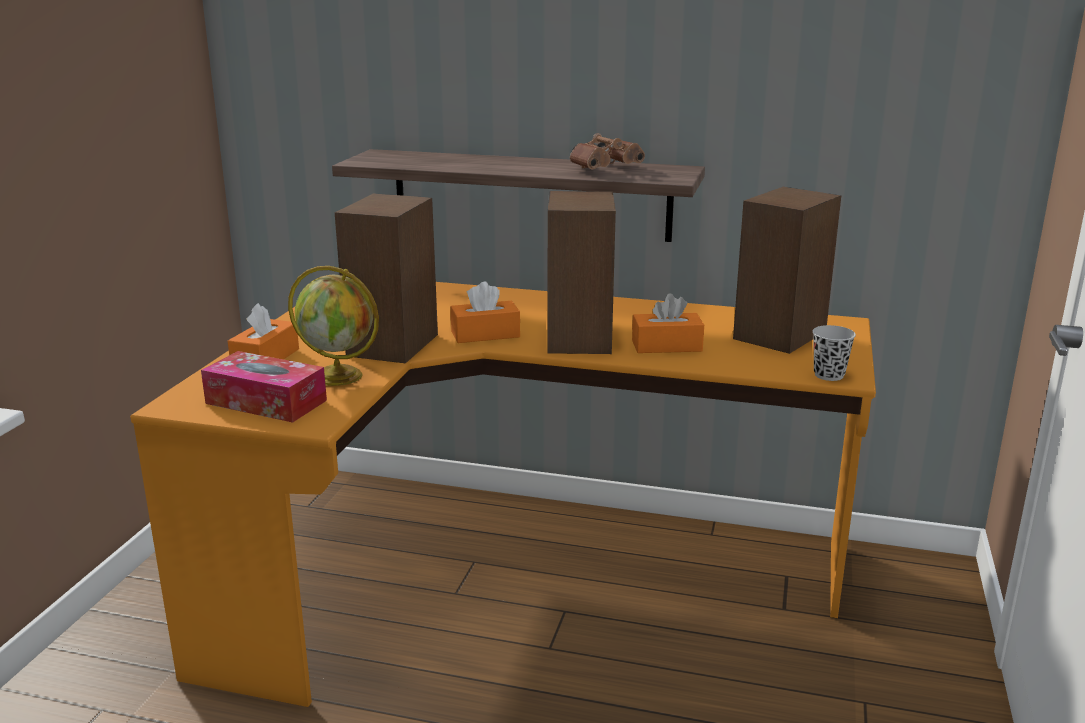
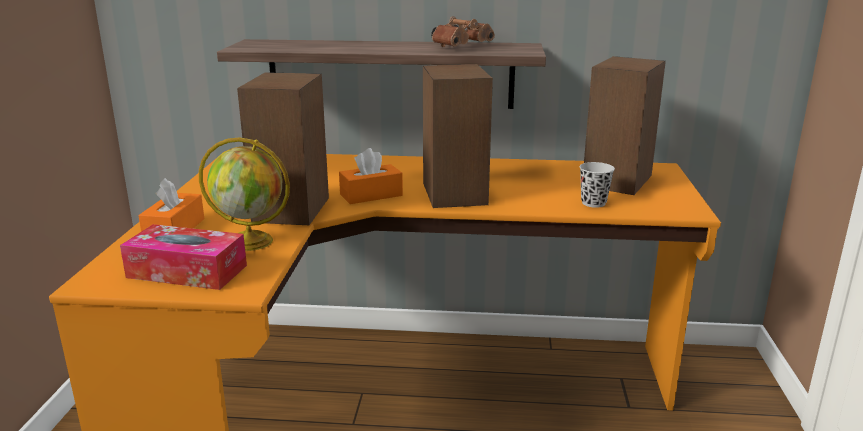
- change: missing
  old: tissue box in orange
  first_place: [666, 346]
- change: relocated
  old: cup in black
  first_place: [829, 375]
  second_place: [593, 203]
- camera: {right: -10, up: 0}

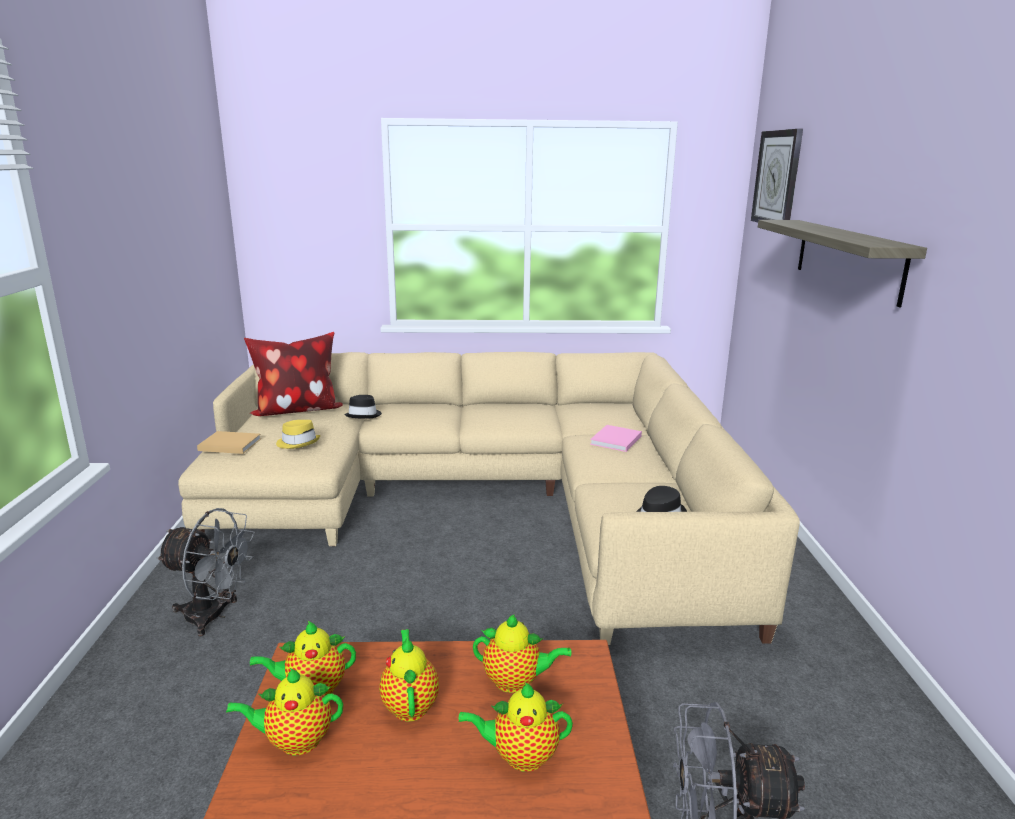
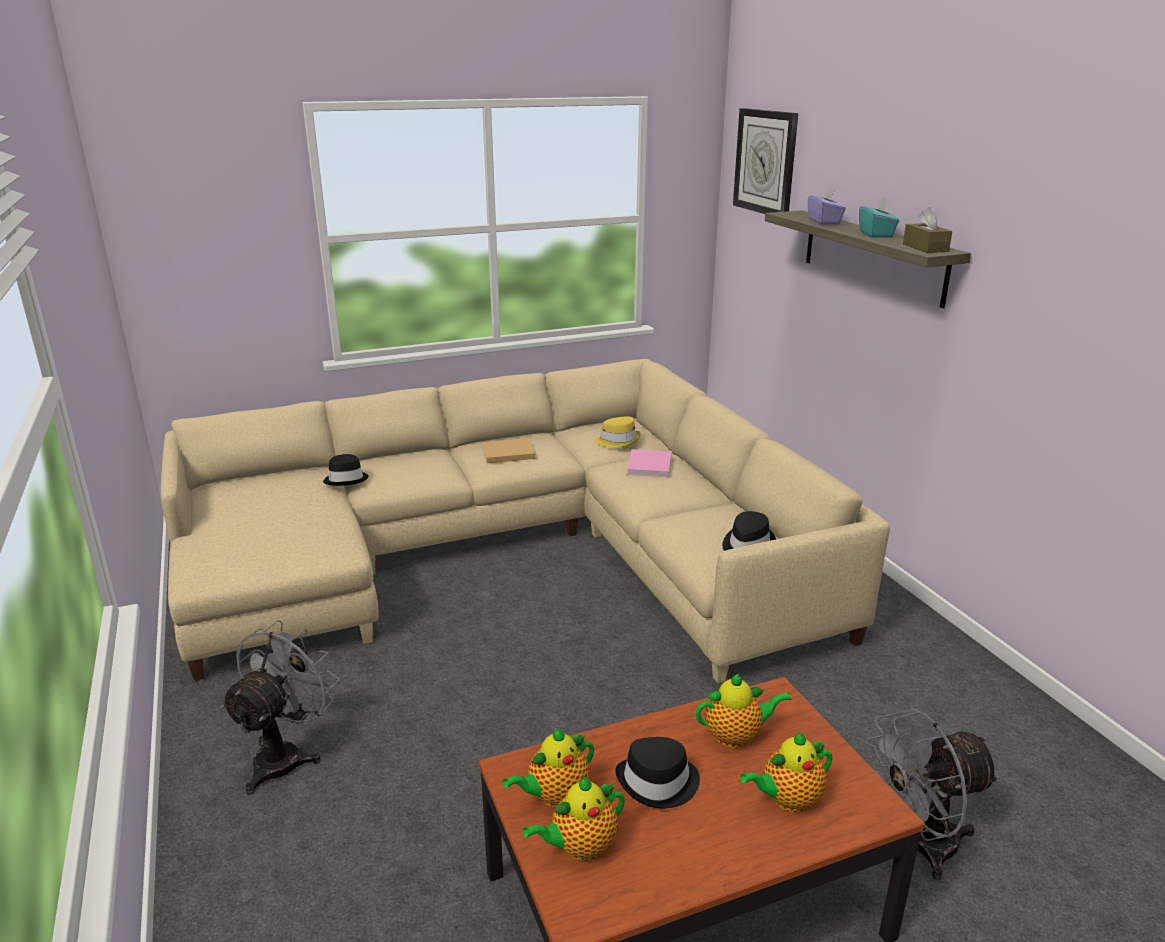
- change: spun
  old: fan in grey
  first_place: [214, 616]
  second_place: [286, 756]
  degrees: -60
- change: relocated
  old: book in beige
  first_place: [228, 444]
  second_place: [506, 453]
- change: missing
  old: pillow
  first_place: [296, 411]
- change: relocated
  old: hat in yellow
  first_place: [298, 442]
  second_place: [618, 440]
- change: exchanged
  old: teapot
  new: hat in black
  first_place: [410, 704]
  second_place: [658, 783]
- change: appeared
  new: tissue box in purple
  second_place: [824, 222]
- change: appeared
  new: tissue box in turquoise
  second_place: [876, 234]
- change: appeared
  new: tissue box in brown
  second_place: [925, 248]
- camera: {right: -20, up: 5}

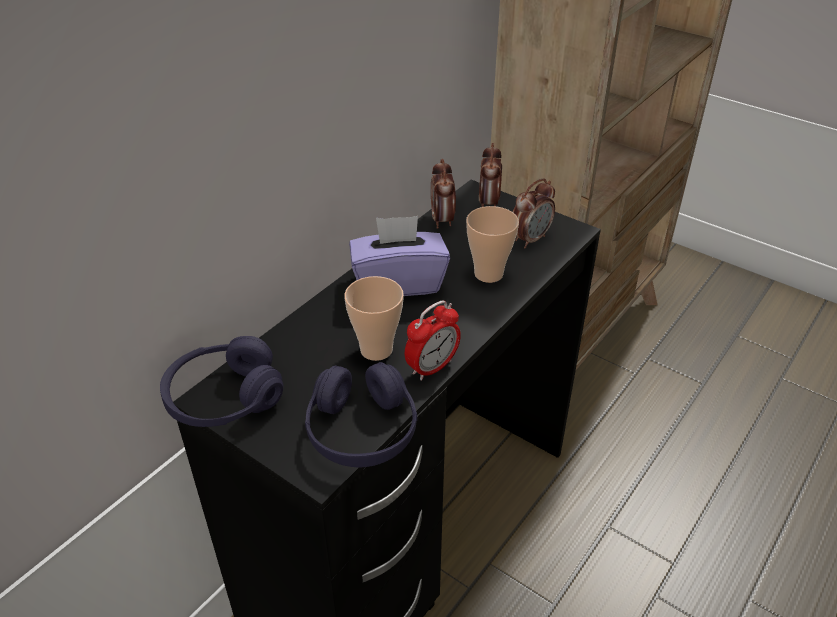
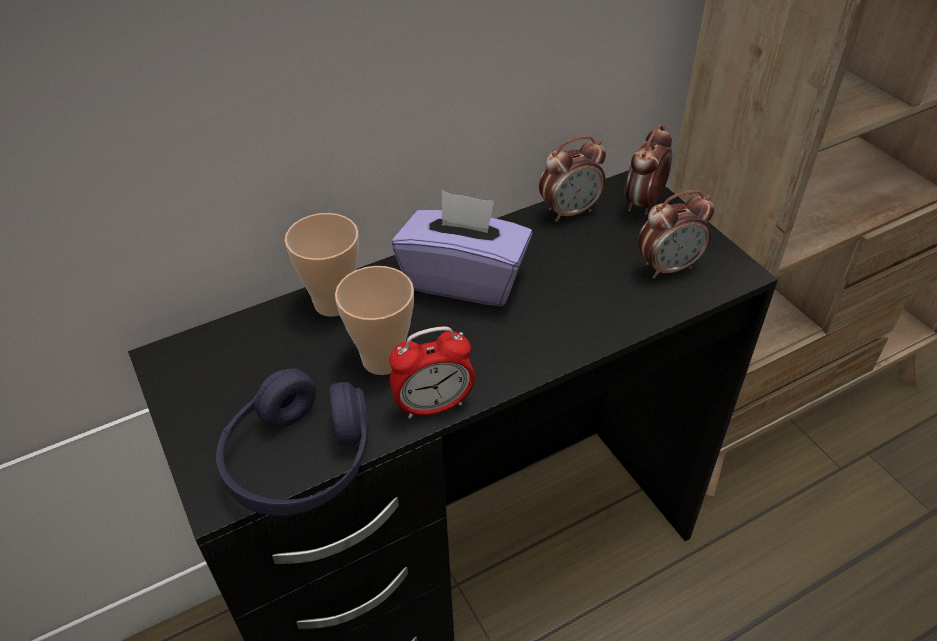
- change: missing
  old: headphones in purple
  first_place: [224, 398]
- change: spun
  old: alarm clock
  first_place: [442, 220]
  second_place: [570, 211]
  degrees: -135
- change: relocated
  old: cup
  first_place: [488, 274]
  second_place: [333, 303]
- camera: {right: 25, up: 5}

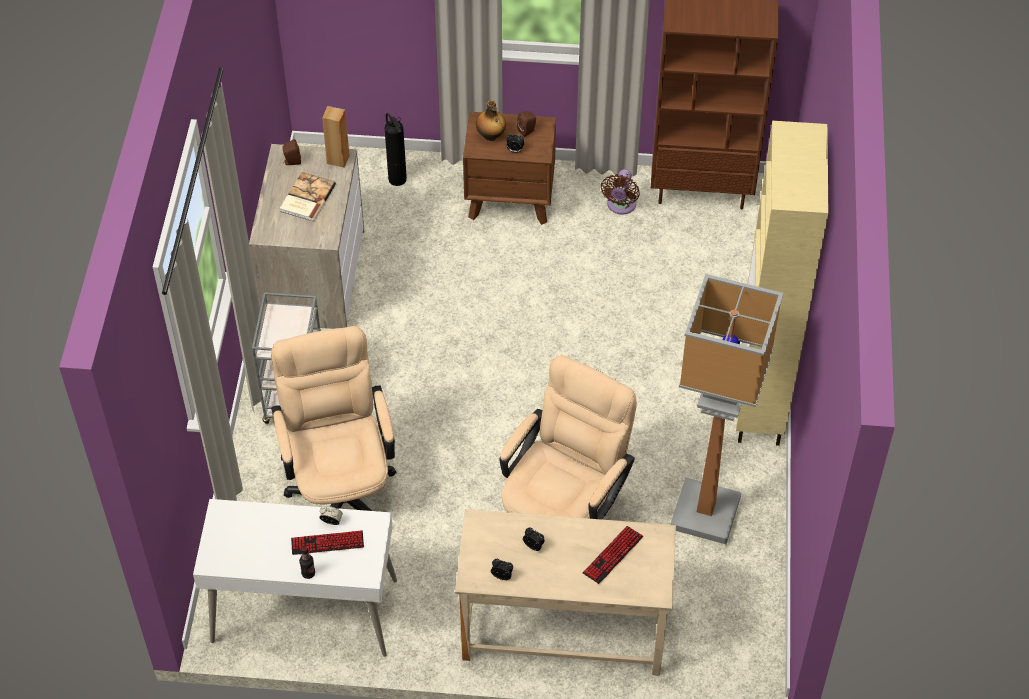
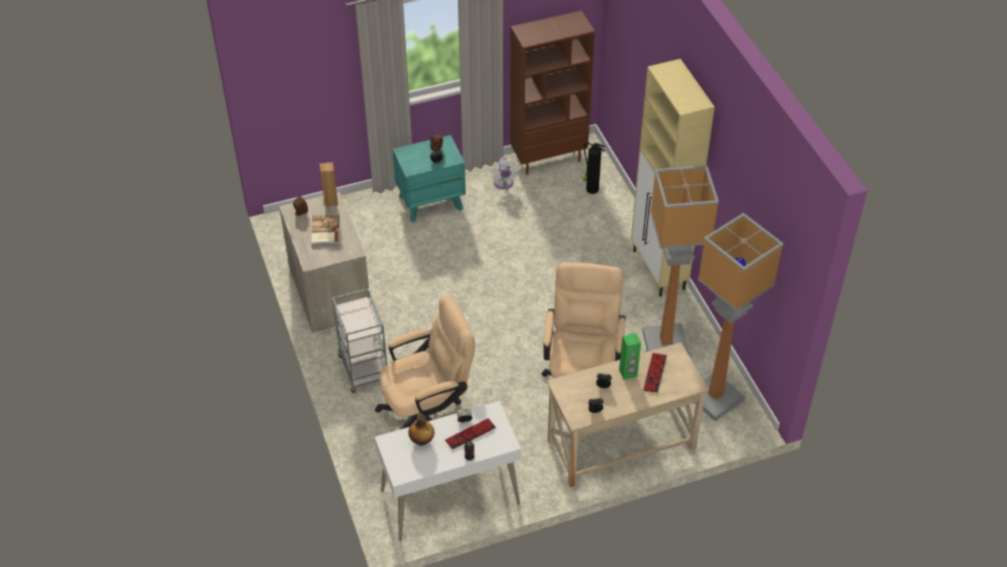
- change: spun
  old: office chair in beige
  first_place: [341, 488]
  second_place: [428, 413]
  degrees: 105
- change: relocated
  old: fire extinguisher
  first_place: [397, 178]
  second_place: [591, 189]
- change: colour
  old: nightstand in brown
  new: nightstand in turquoise
  first_place: [510, 199]
  second_place: [431, 202]
- change: relocated
  old: bottle
  first_place: [490, 136]
  second_place: [422, 441]
- change: colour
  old: fan in brown
  new: fan in white
  first_place: [620, 206]
  second_place: [503, 183]
- change: appeared
  new: speaker in green
  second_place: [628, 373]
- change: appeared
  new: floor lamp
  second_place: [715, 399]
- camera: {right: -25, up: -5}

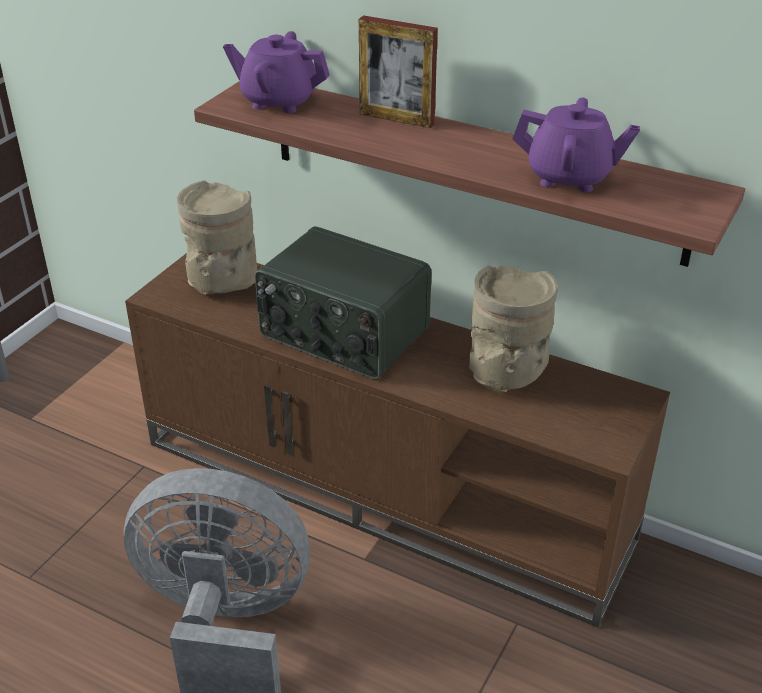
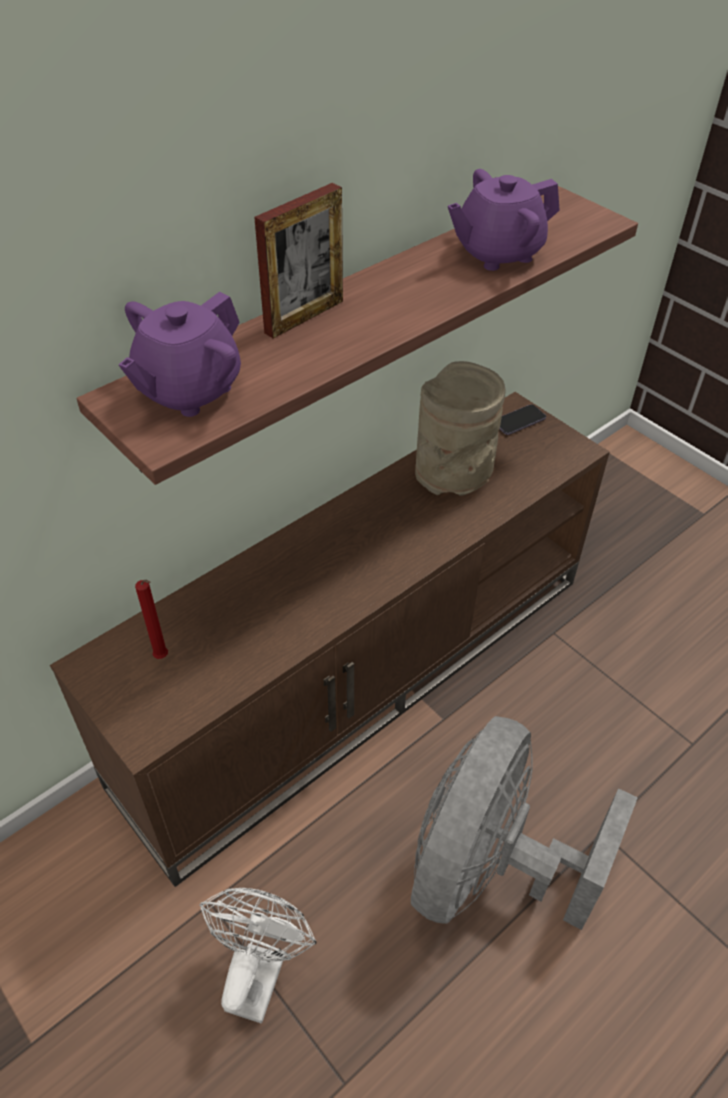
- change: exchanged
  old: vase in beige
  new: candle in red
  first_place: [222, 284]
  second_place: [163, 658]
- change: missing
  old: radio
  first_place: [343, 334]
- change: spun
  old: teapot in purple
  first_place: [569, 177]
  second_place: [497, 253]
  degrees: -150
- change: appeared
  new: fan in white
  second_place: [258, 970]
- change: appeared
  new: phone
  second_place: [519, 421]
- camera: {right: -70, up: 10}

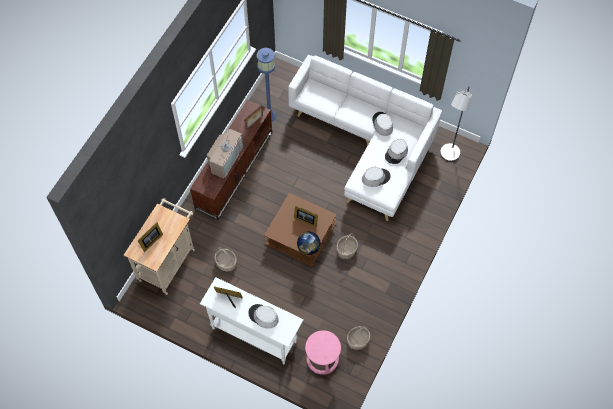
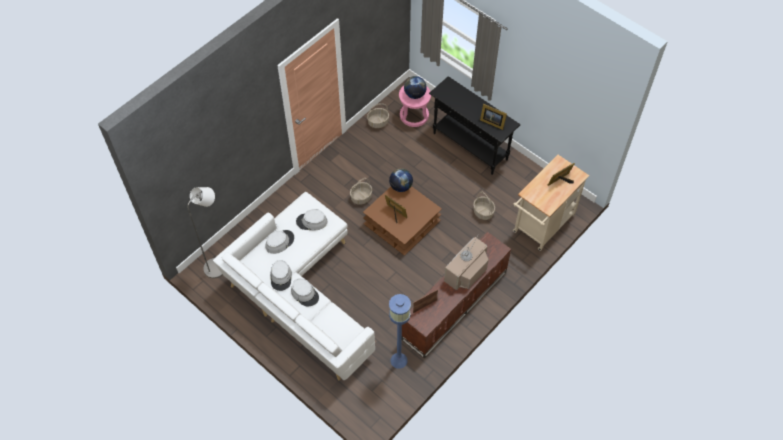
- change: colour
  old: console table in white
  new: console table in black
  first_place: [254, 334]
  second_place: [470, 146]
- change: relocated
  old: hat in grey
  first_place: [263, 316]
  second_place: [305, 294]
- change: appeared
  new: globe
  second_place: [415, 94]
- camera: {right: -165, up: -5}

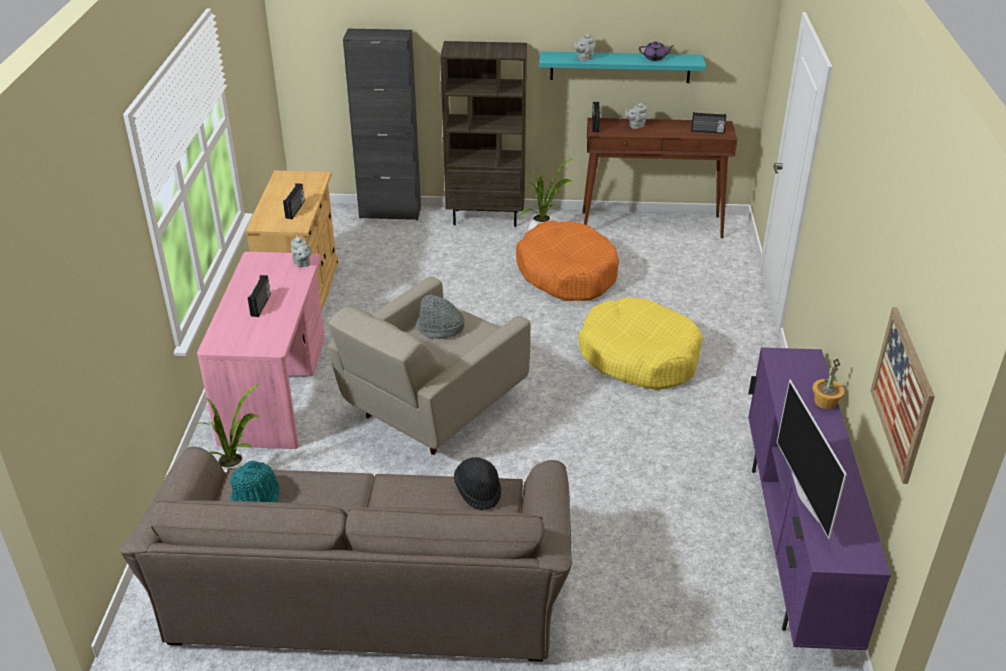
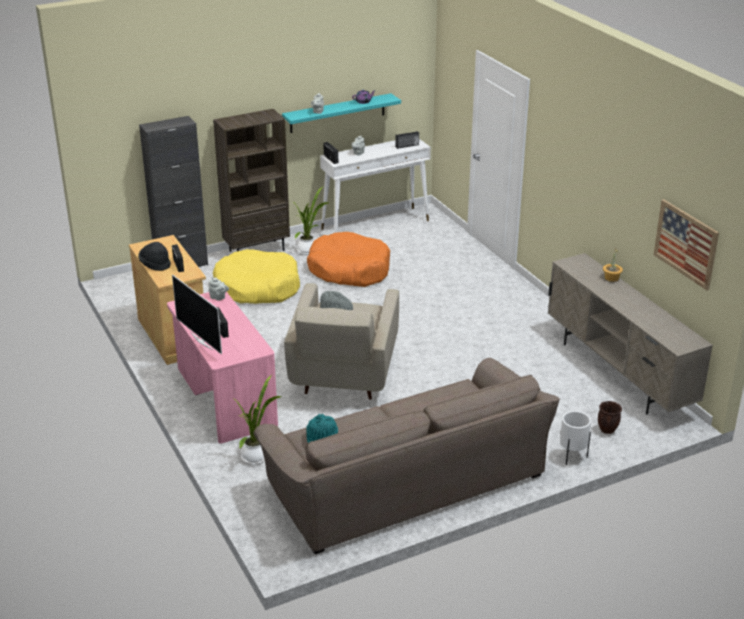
- change: relocated
  old: hat in black
  first_place: [478, 491]
  second_place: [155, 264]
- change: relocated
  old: dog bed in yellow
  first_place: [639, 356]
  second_place: [257, 288]
- change: colour
  old: console table in brown
  new: console table in white
  first_place: [652, 225]
  second_place: [376, 224]
- change: colour
  old: tv stand in purple
  new: tv stand in beige
  first_place: [794, 547]
  second_place: [618, 374]
- change: relocated
  old: television
  first_place: [805, 496]
  second_place: [202, 341]
- change: appeared
  new: planter in white
  second_place: [572, 457]
- change: appeared
  new: planter in brown
  second_place: [607, 430]
- camera: {right: -30, up: -5}

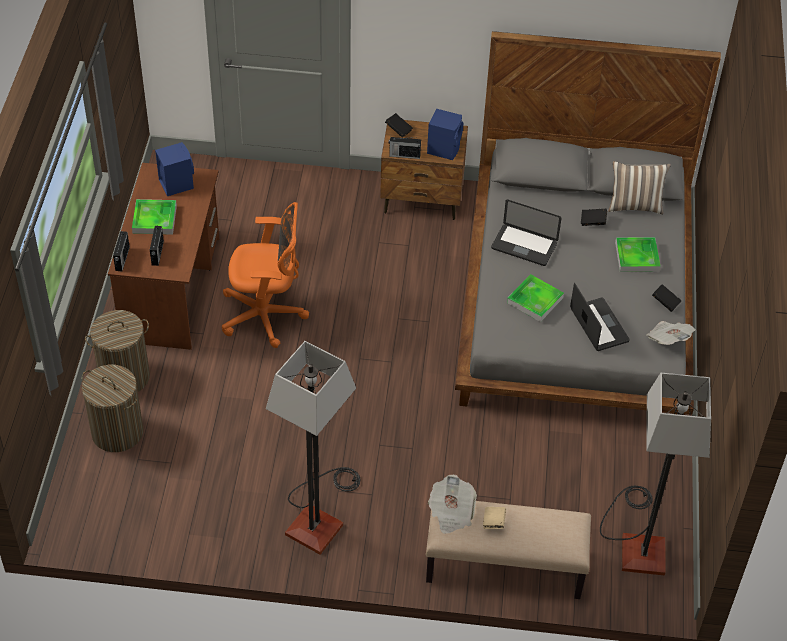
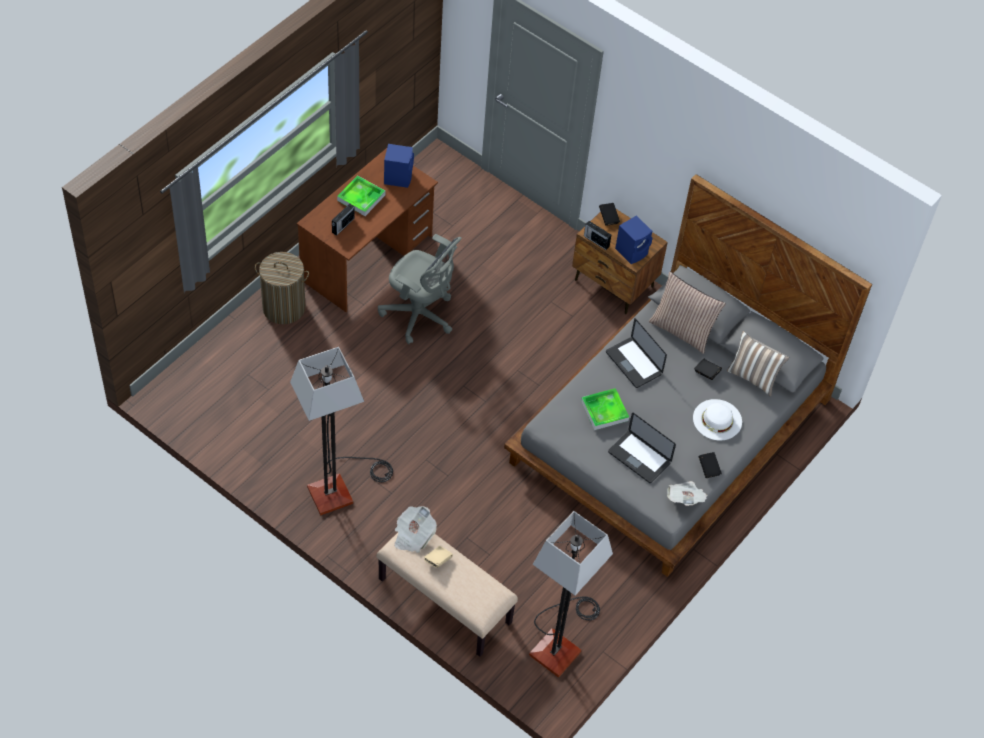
- change: missing
  old: laundry basket
  first_place: [117, 432]
- change: missing
  old: radio
  first_place: [122, 259]
- change: colour
  old: office chair in orange
  new: office chair in grey
  first_place: [266, 316]
  second_place: [420, 315]
- change: spun
  old: laptop
  first_place: [599, 325]
  second_place: [639, 457]
  degrees: 120
- change: exchanged
  old: tray
  new: hat in white
  first_place: [637, 257]
  second_place: [717, 420]
- change: appeared
  new: pillow
  second_place: [682, 330]
- camera: {right: 30, up: 5}

